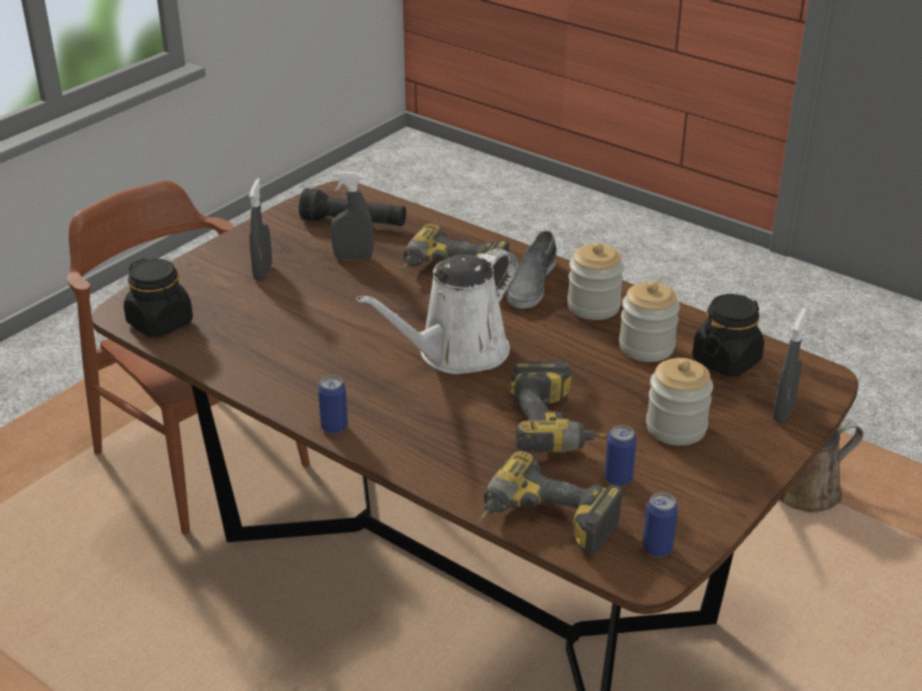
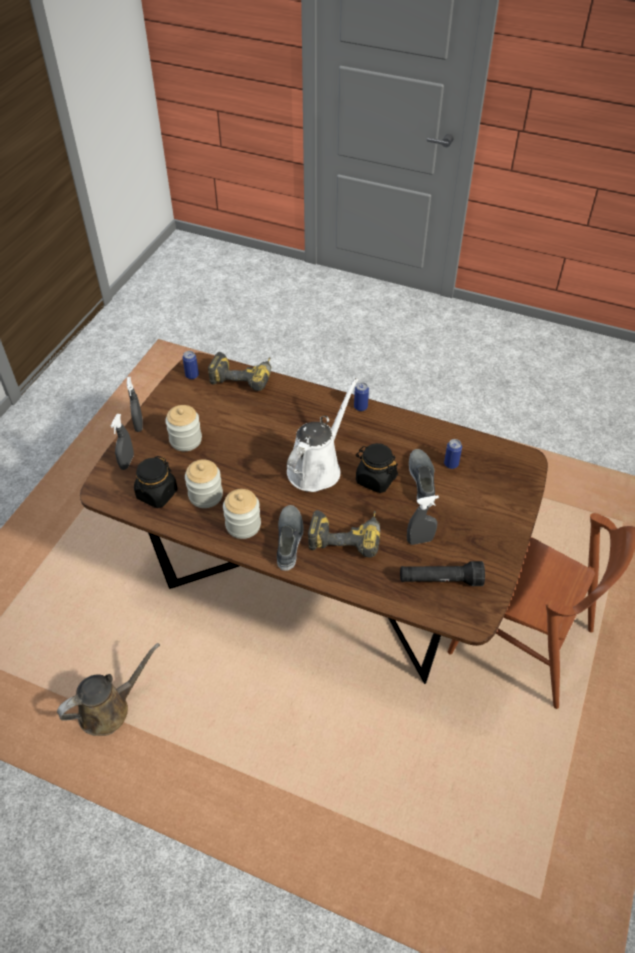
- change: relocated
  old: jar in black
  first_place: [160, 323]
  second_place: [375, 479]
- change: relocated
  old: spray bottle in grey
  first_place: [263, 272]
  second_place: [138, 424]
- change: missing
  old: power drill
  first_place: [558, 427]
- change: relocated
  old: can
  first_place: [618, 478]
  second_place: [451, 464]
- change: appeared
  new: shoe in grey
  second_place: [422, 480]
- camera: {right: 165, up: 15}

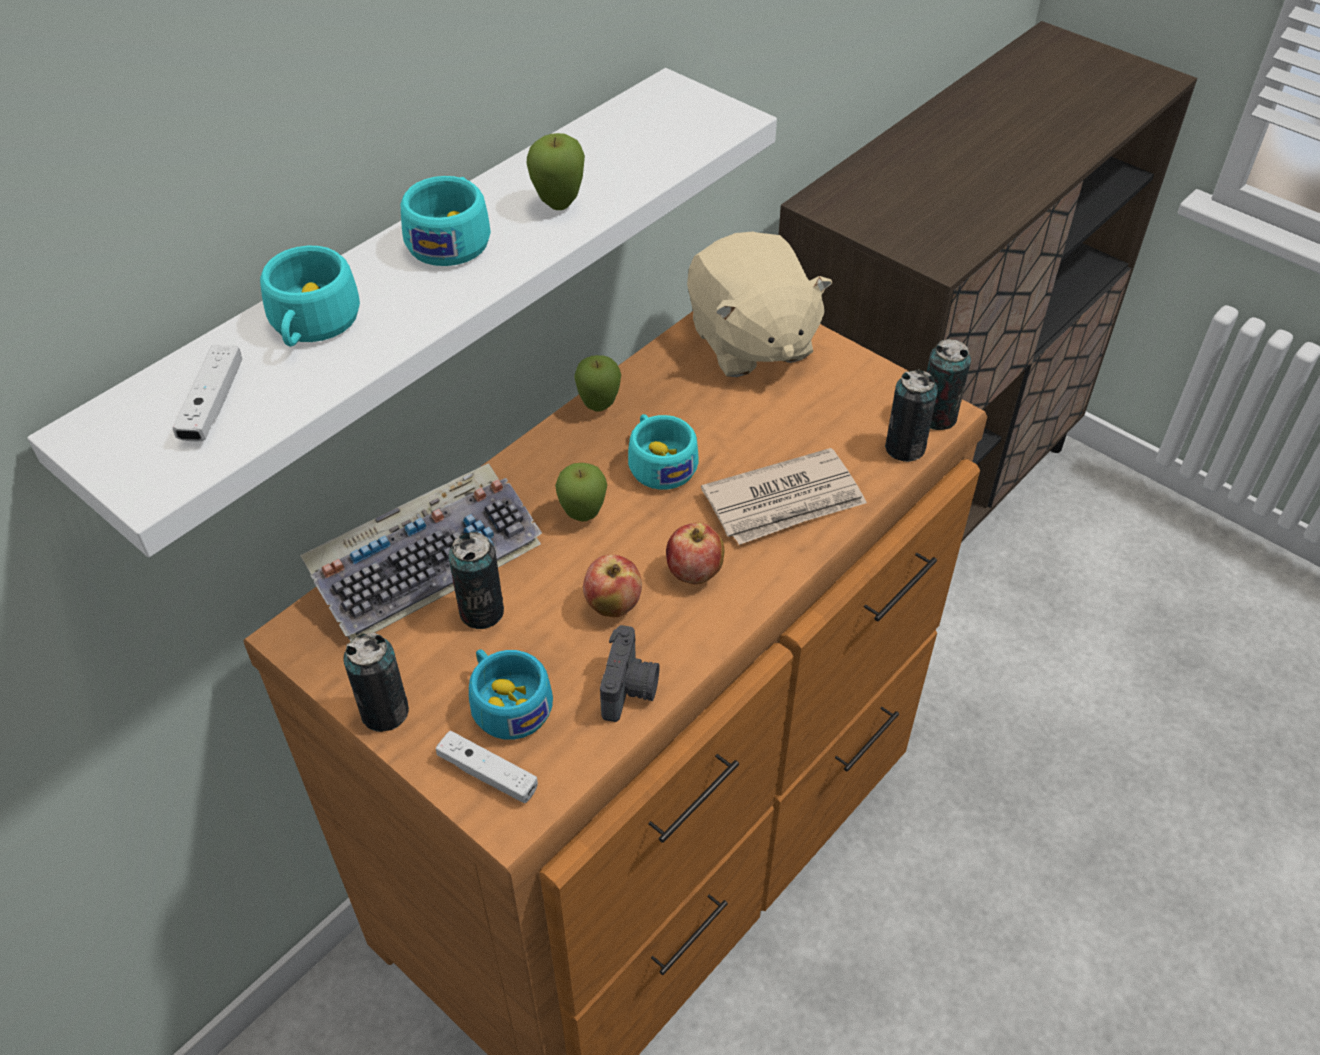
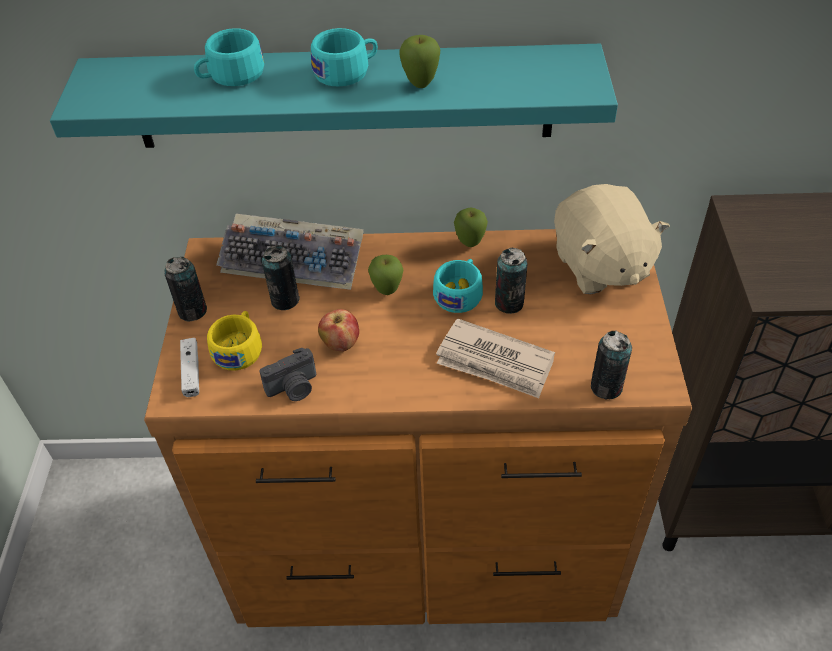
- change: colour
  old: shelf in white
  new: shelf in turquoise
  first_place: [408, 290]
  second_place: [343, 97]
- change: missing
  old: game controller in white
  first_place: [213, 404]
- change: colour
  old: cup in turquoise
  new: cup in yellow
  first_place: [507, 702]
  second_place: [239, 348]
- change: missing
  old: apple
  first_place: [694, 573]
- change: spun
  old: plush toy in beige
  first_place: [750, 342]
  second_place: [600, 266]
  degrees: -45
- change: relocated
  old: can
  first_place: [937, 417]
  second_place: [509, 303]
- camera: {right: 50, up: 0}

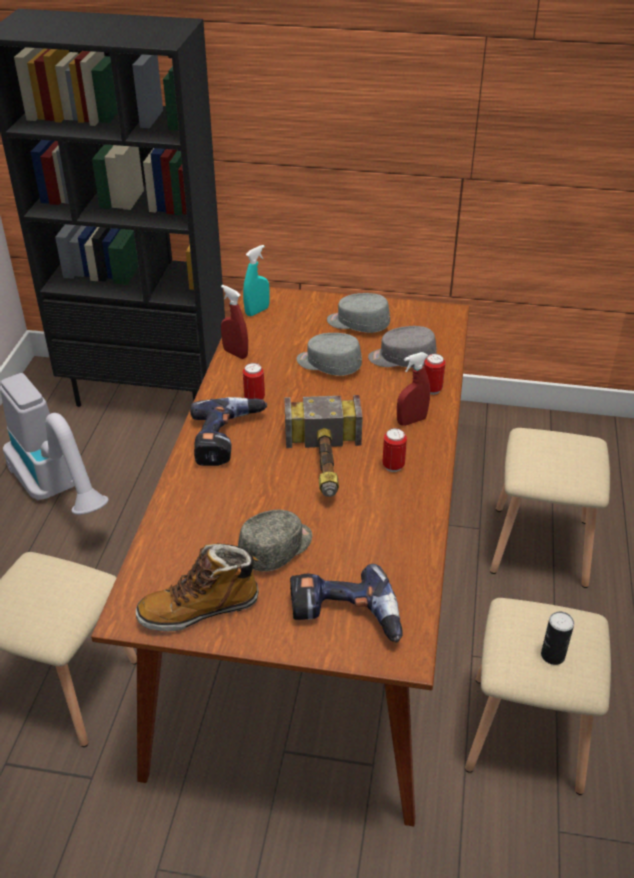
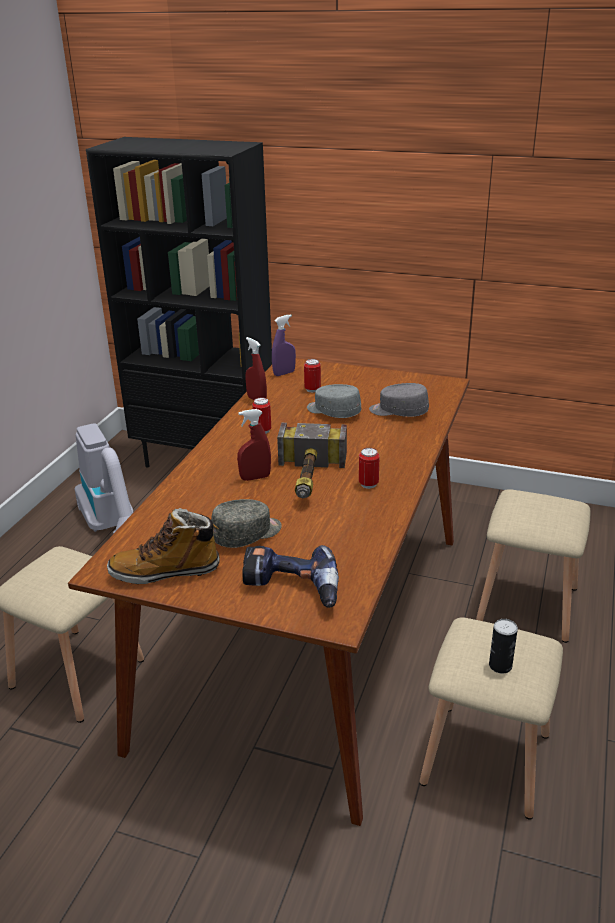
- change: missing
  old: power drill
  first_place: [228, 439]
- change: colour
  old: spray bottle in turquoise
  new: spray bottle in purple
  first_place: [257, 311]
  second_place: [284, 373]
- change: missing
  old: cap in grey
  first_place: [357, 324]
- change: relocated
  old: spray bottle in red
  first_place: [411, 421]
  second_place: [255, 477]
- change: relocated
  old: can
  first_place: [432, 389]
  second_place: [312, 389]
- camera: {right: 10, up: -10}

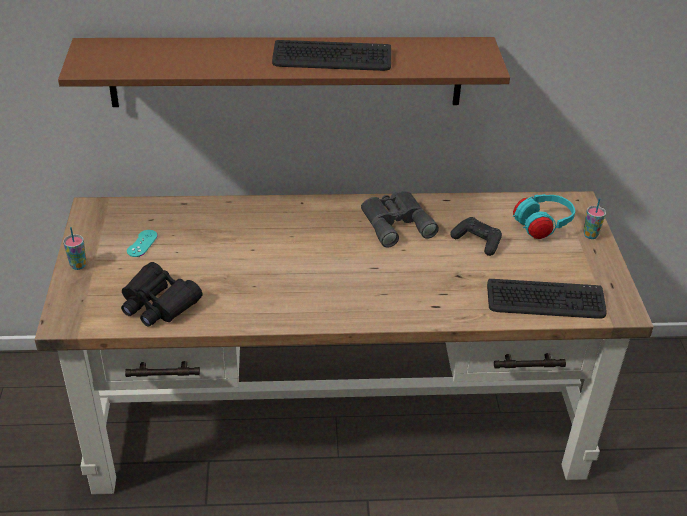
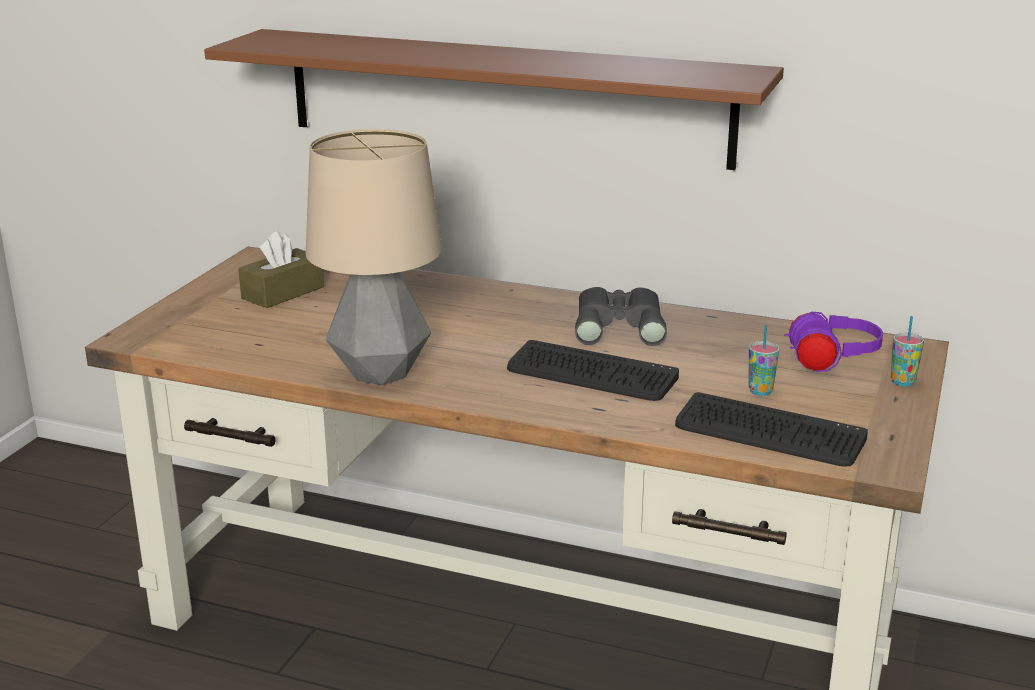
- change: relocated
  old: cup
  first_place: [78, 265]
  second_place: [760, 391]
- change: missing
  old: binoculars in black
  first_place: [158, 303]
- change: exchanged
  old: game controller in turquoise
  new: tissue box in brown
  first_place: [142, 243]
  second_place: [283, 292]
- change: relocated
  old: keyboard
  first_place: [332, 58]
  second_place: [591, 374]
- change: missing
  old: game controller in black
  first_place: [477, 241]
- change: colour
  old: headphones in turquoise
  new: headphones in purple
  first_place: [541, 227]
  second_place: [831, 362]
- change: appeared
  new: table lamp
  second_place: [379, 373]
- camera: {right: 25, up: -15}

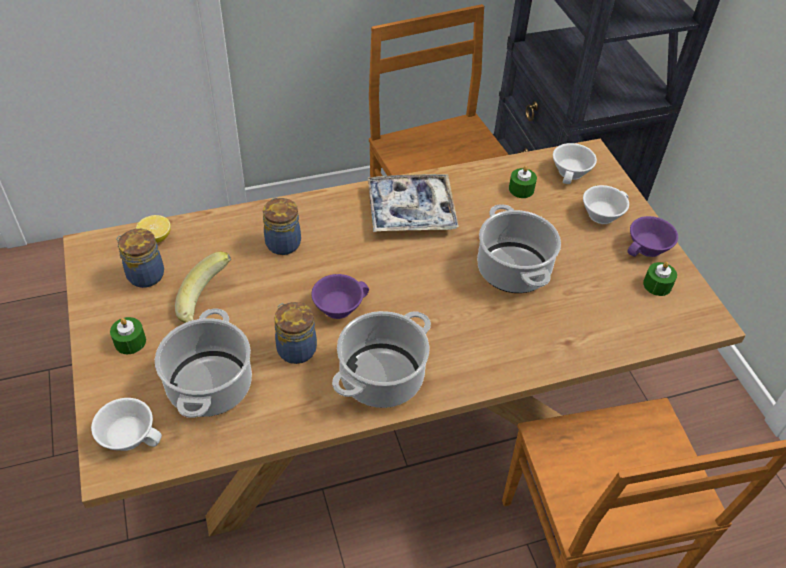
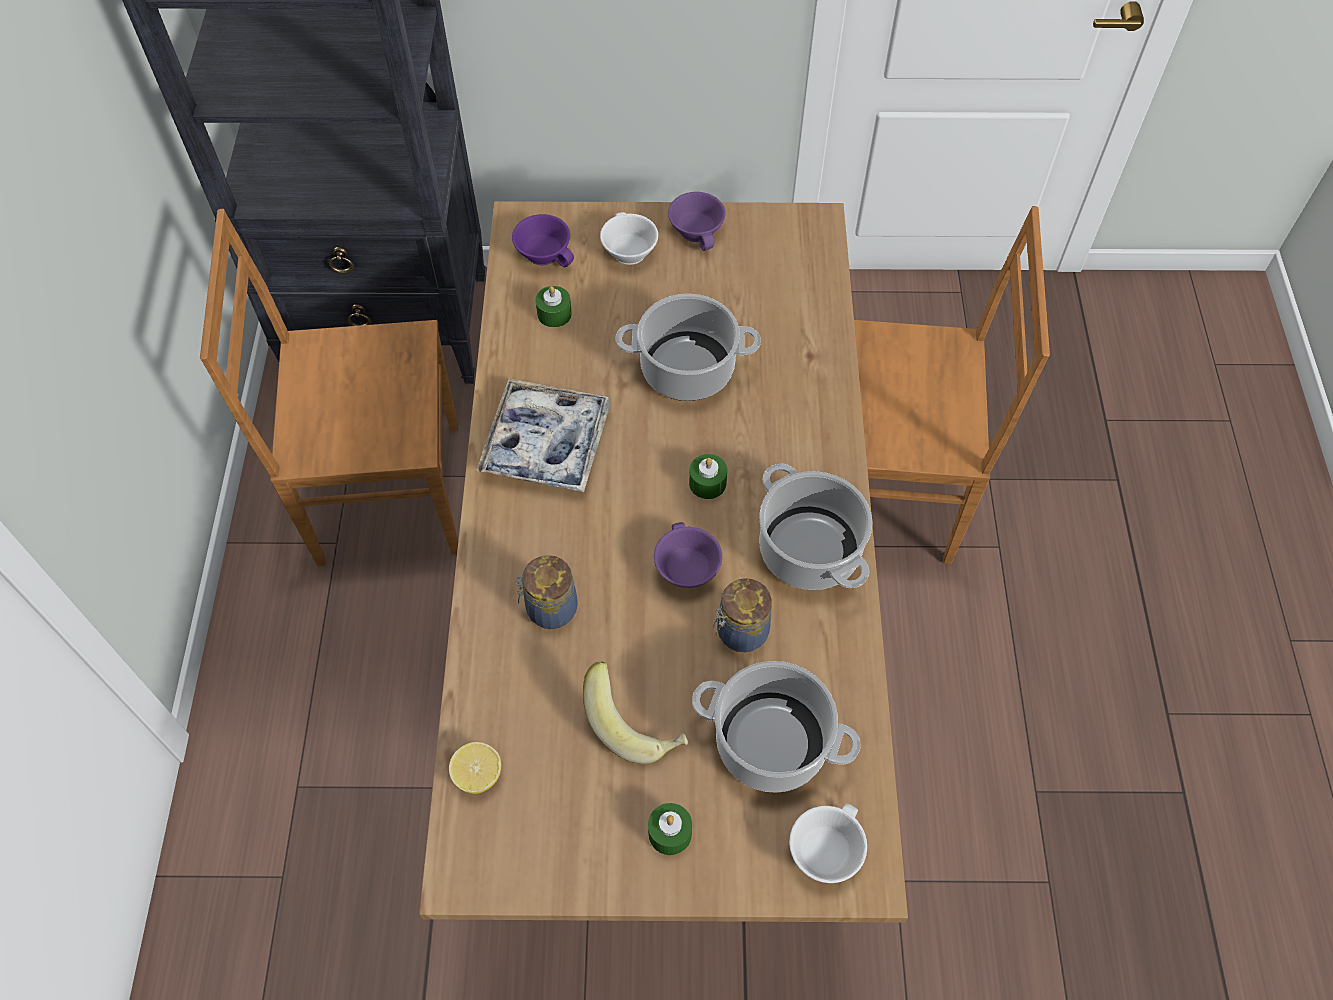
- change: missing
  old: jar
  first_place: [144, 275]
- change: colour
  old: cup in white
  new: cup in purple
  first_place: [572, 172]
  second_place: [546, 252]
- change: relocated
  old: candle in green
  first_place: [657, 285]
  second_place: [707, 483]
- camera: {right: -70, up: 10}

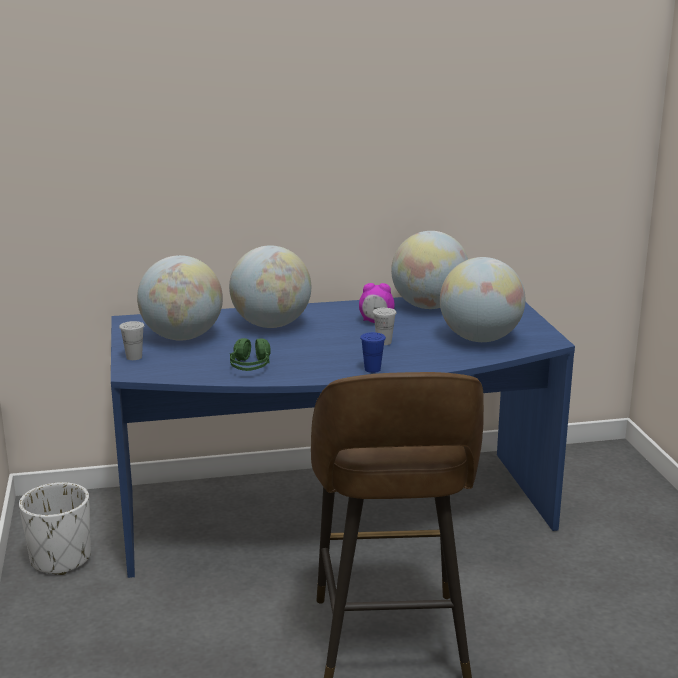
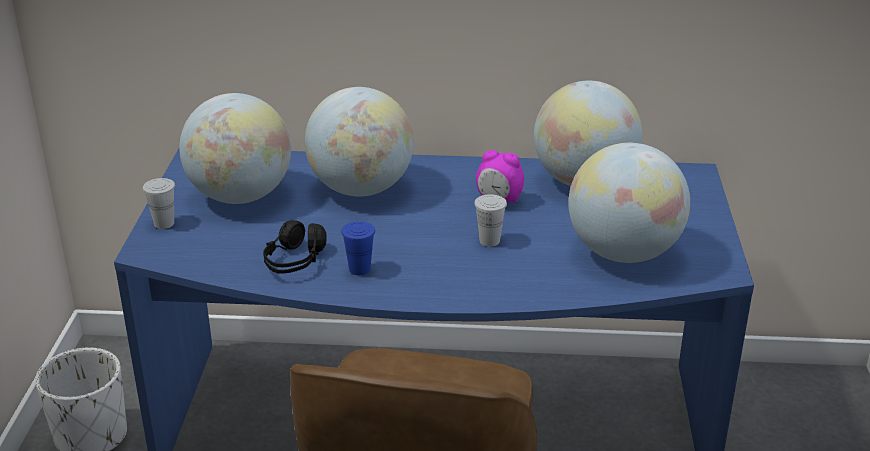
- change: colour
  old: headphones in green
  new: headphones in black
  first_place: [250, 366]
  second_place: [294, 261]
- change: relocated
  old: cup in blue
  first_place: [372, 369]
  second_place: [359, 269]
- camera: {right: 15, up: 10}

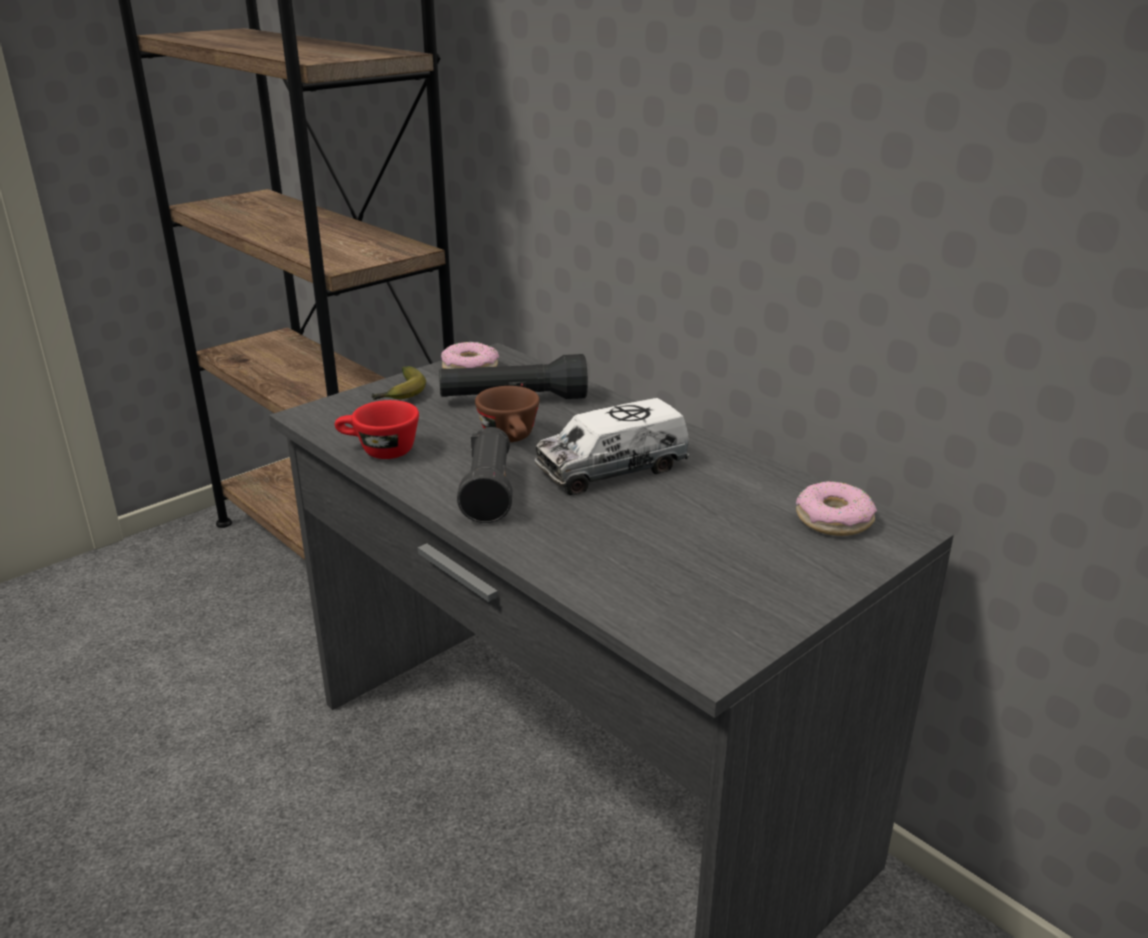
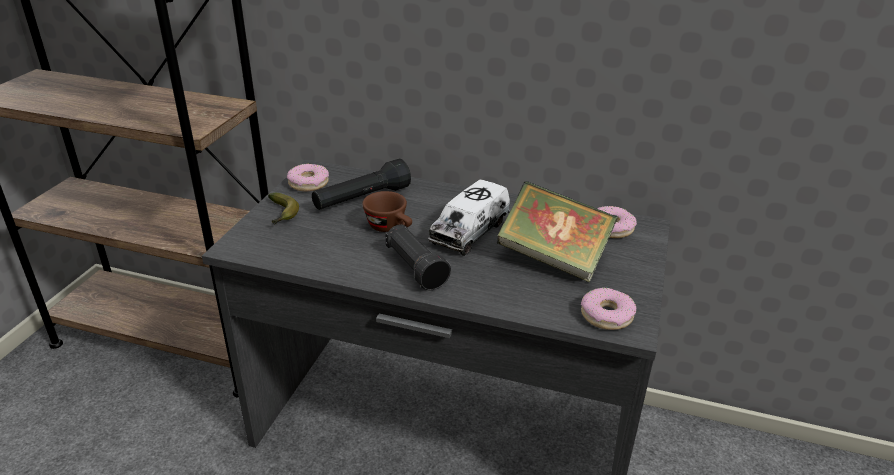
- change: missing
  old: cup in red
  first_place: [379, 451]
- change: appeared
  new: book
  second_place: [553, 258]
- change: appeared
  new: donut
  second_place: [606, 315]
- camera: {right: -30, up: 5}

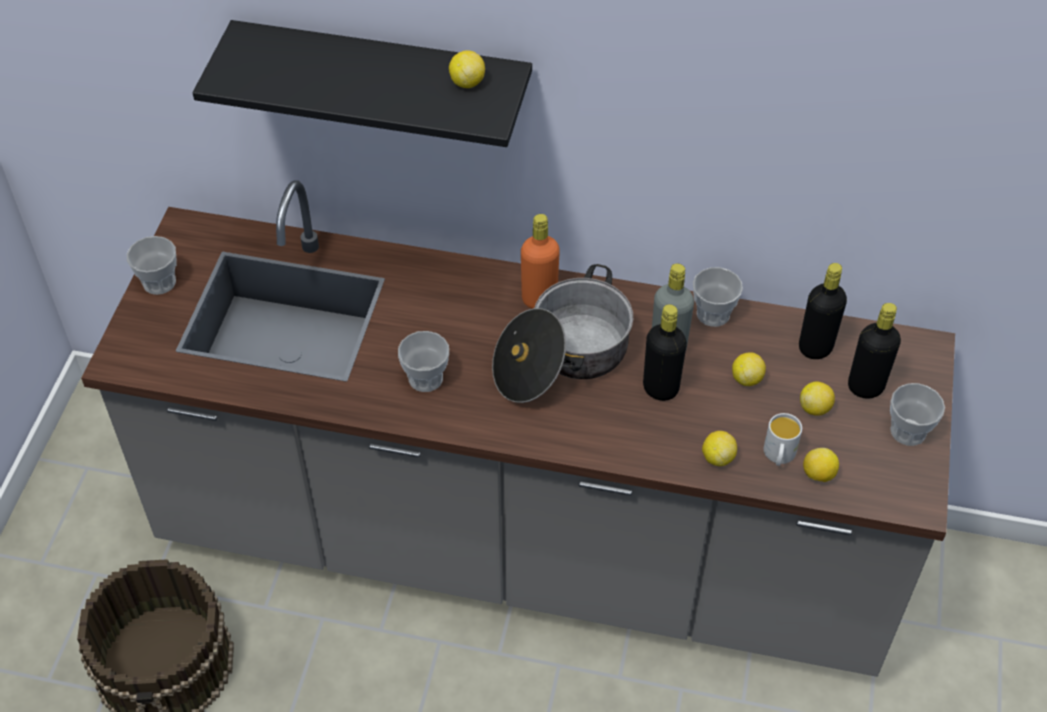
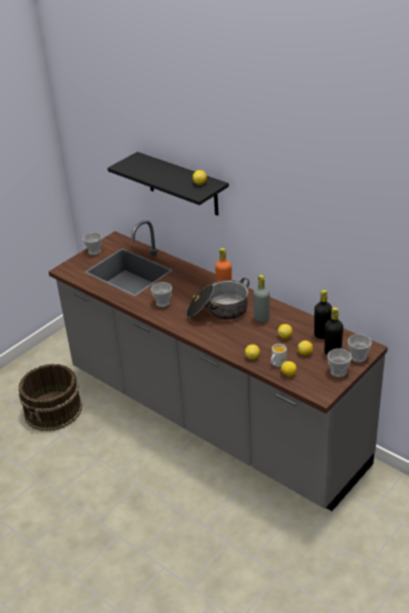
- change: missing
  old: bottle in black
  first_place: [660, 388]
- change: relocated
  old: cup
  first_place: [713, 314]
  second_place: [358, 357]
- camera: {right: 30, up: -15}

